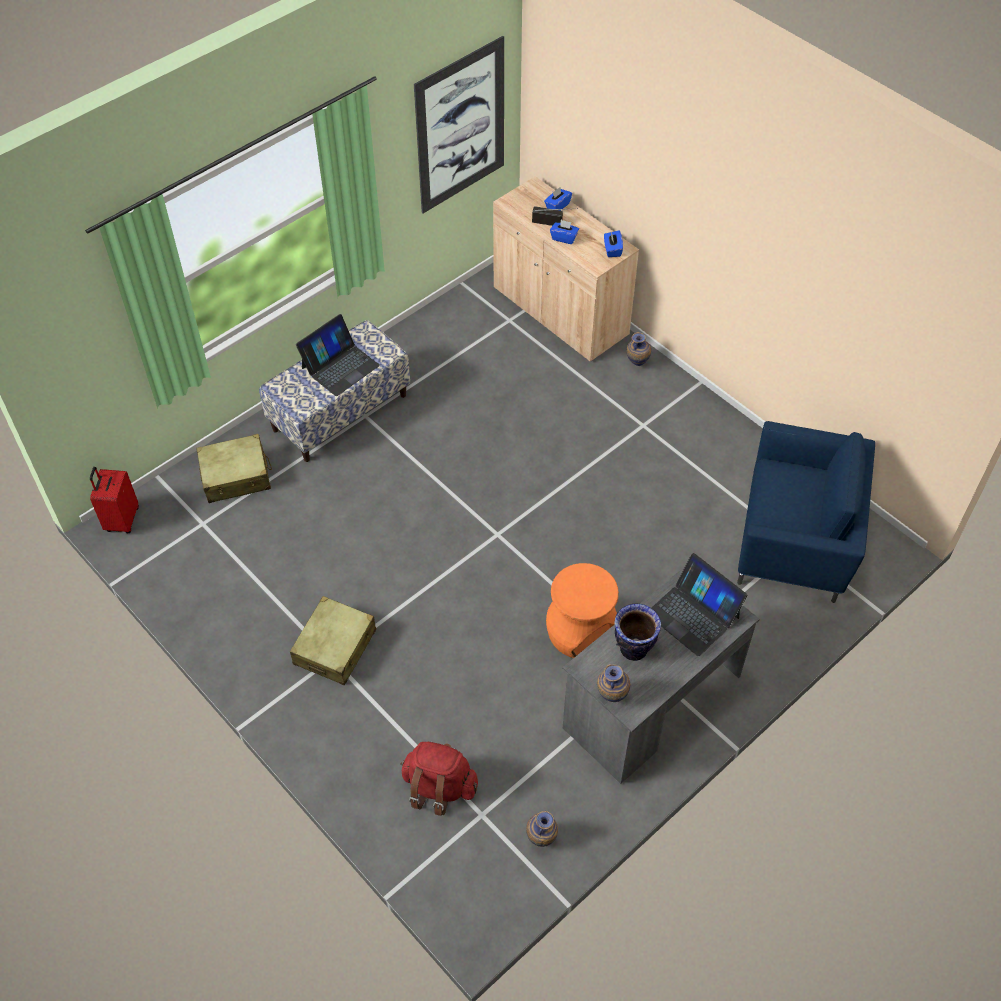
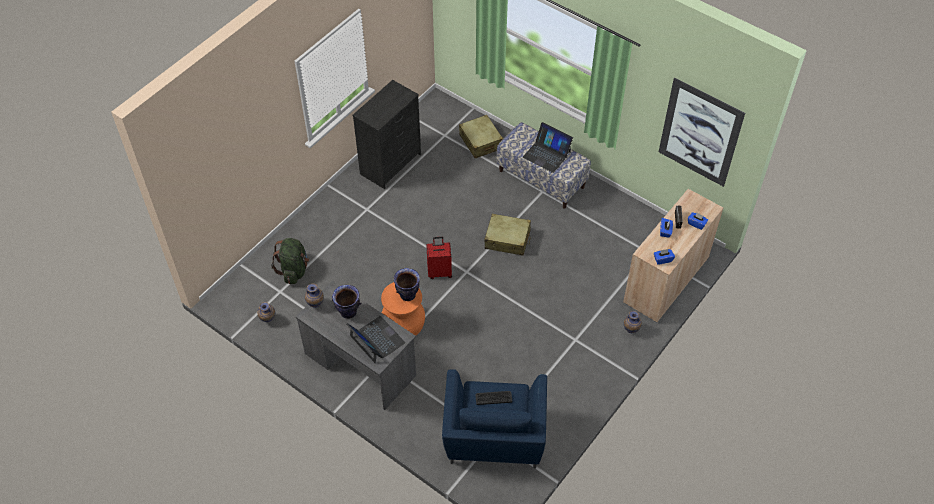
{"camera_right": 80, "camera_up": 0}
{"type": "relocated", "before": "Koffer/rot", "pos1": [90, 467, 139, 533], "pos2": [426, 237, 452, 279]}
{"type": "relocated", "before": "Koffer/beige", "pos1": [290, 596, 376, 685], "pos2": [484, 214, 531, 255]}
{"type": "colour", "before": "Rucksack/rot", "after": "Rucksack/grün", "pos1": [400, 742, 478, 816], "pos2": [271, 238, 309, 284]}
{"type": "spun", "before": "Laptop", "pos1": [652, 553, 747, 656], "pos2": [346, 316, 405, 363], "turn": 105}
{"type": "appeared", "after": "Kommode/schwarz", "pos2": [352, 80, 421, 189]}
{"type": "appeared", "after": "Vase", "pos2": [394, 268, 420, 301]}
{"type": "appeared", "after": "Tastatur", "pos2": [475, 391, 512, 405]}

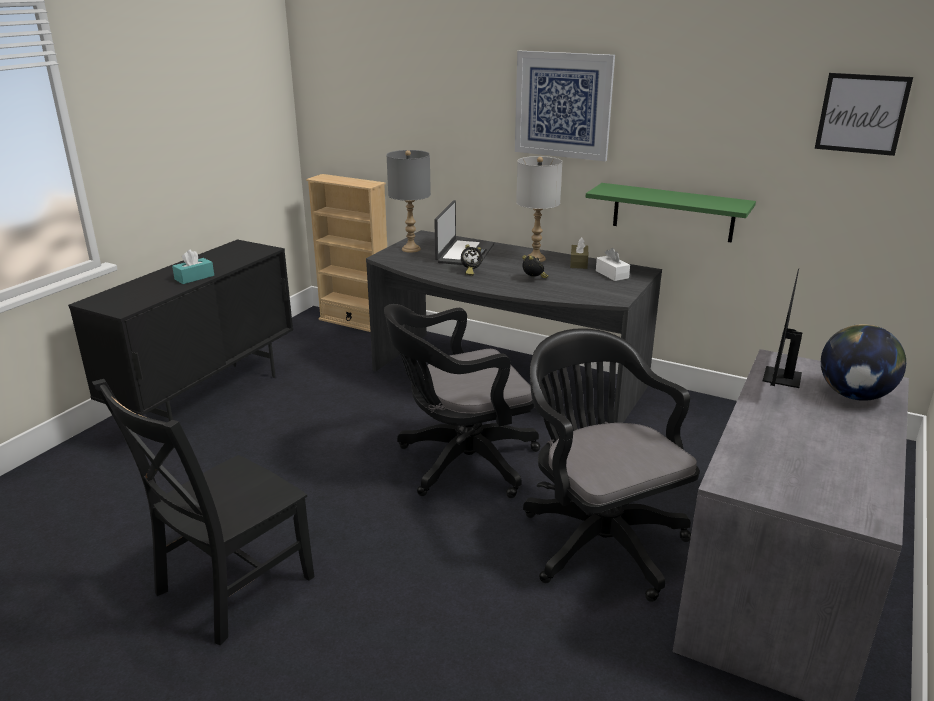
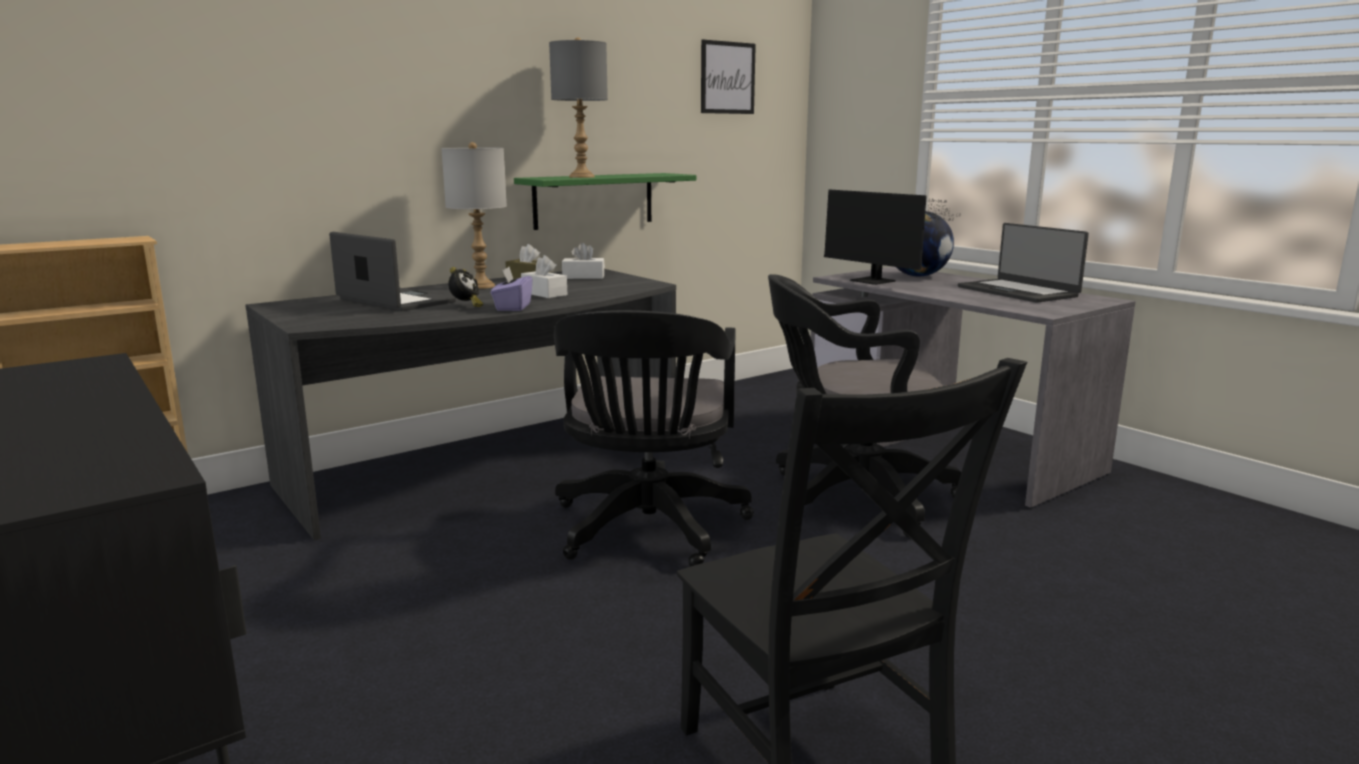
{"camera_right": -65, "camera_up": -10}
{"type": "missing", "before": "Taschentuchbox/türkis", "pos1": [172, 249, 214, 284]}
{"type": "relocated", "before": "Tischlampe/grau", "pos1": [386, 150, 431, 253], "pos2": [549, 37, 608, 178]}
{"type": "missing", "before": "Bild", "pos1": [515, 51, 615, 161]}
{"type": "exchanged", "before": "Wecker", "after": "Taschentuchbox/weiß", "pos1": [522, 255, 548, 278], "pos2": [521, 255, 567, 298]}
{"type": "appeared", "after": "Taschentuchbox/lila", "pos2": [491, 267, 533, 311]}
{"type": "appeared", "after": "Laptop", "pos2": [958, 223, 1089, 303]}

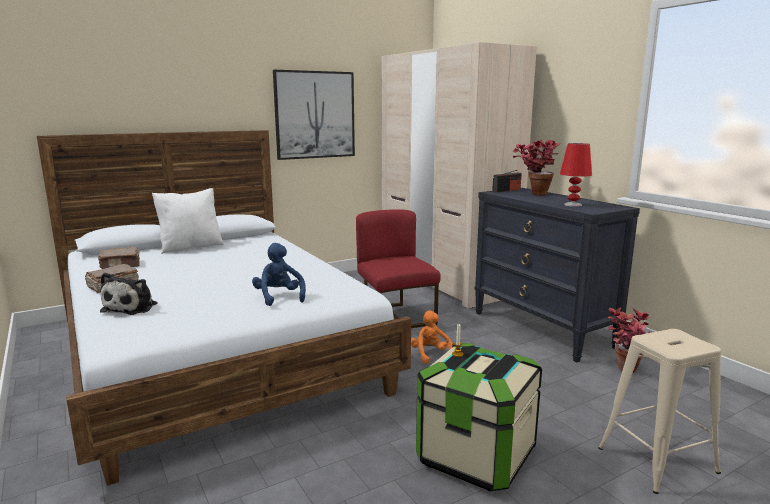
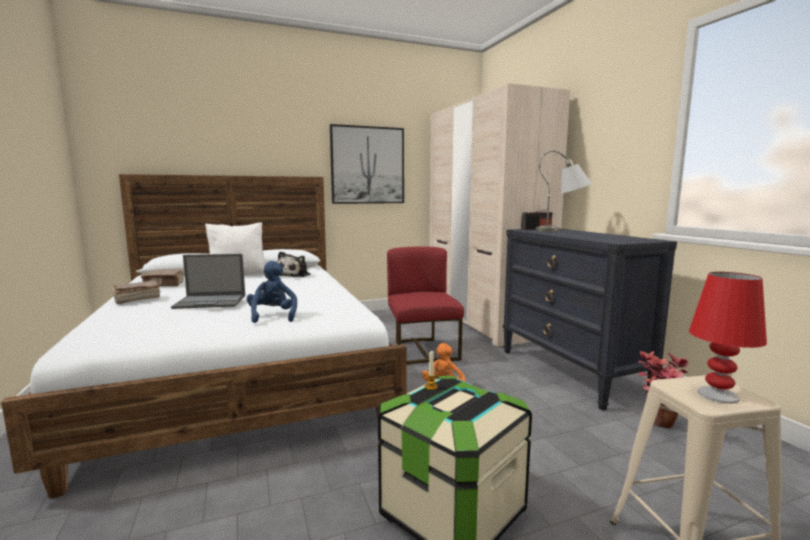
{"camera_right": 10, "camera_up": -5}
{"type": "relocated", "before": "Plüschtier", "pos1": [100, 272, 158, 315], "pos2": [277, 252, 311, 277]}
{"type": "exchanged", "before": "Topfpflanze", "after": "Tischlampe/grau", "pos1": [513, 140, 560, 196], "pos2": [536, 151, 592, 232]}
{"type": "relocated", "before": "Tischlampe/rot", "pos1": [560, 143, 592, 207], "pos2": [689, 272, 767, 404]}
{"type": "appeared", "after": "Laptop", "pos2": [171, 254, 245, 309]}

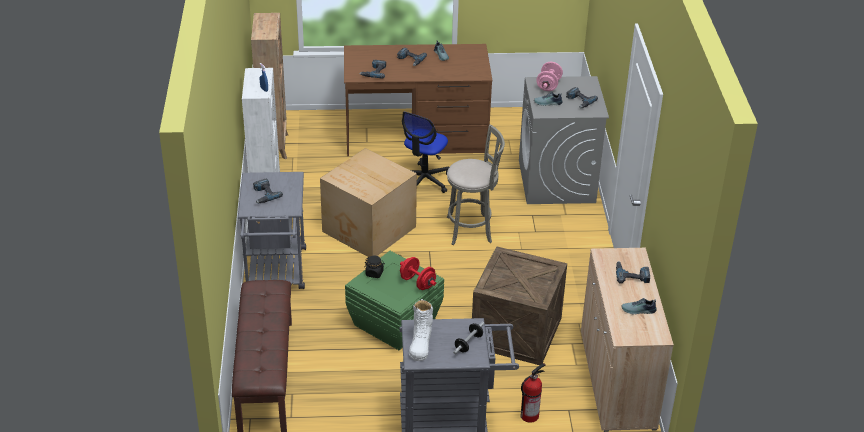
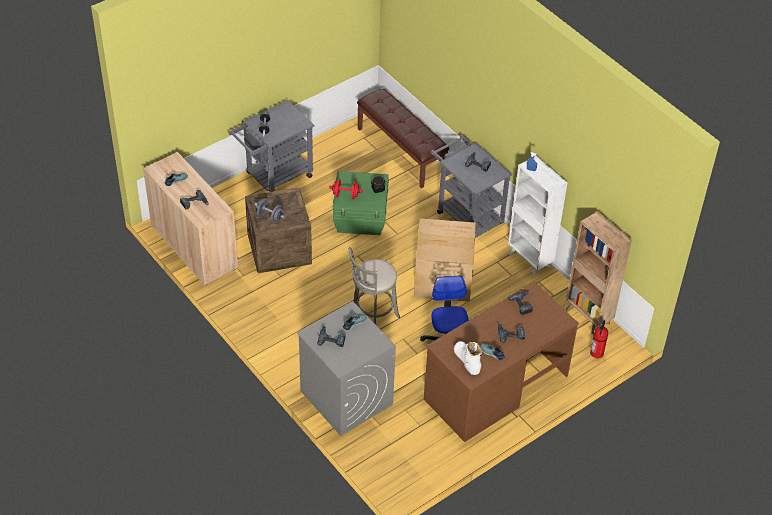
{"camera_right": 145, "camera_up": 10}
{"type": "relocated", "before": "Stiefel/weiß", "pos1": [409, 299, 433, 361], "pos2": [454, 341, 482, 375]}
{"type": "relocated", "before": "Feuerlöscher", "pos1": [520, 363, 546, 423], "pos2": [590, 320, 608, 358]}
{"type": "missing", "before": "Hantel/rosa", "pos1": [536, 62, 563, 91]}
{"type": "appeared", "after": "Hantel/grau", "pos2": [255, 198, 285, 223]}

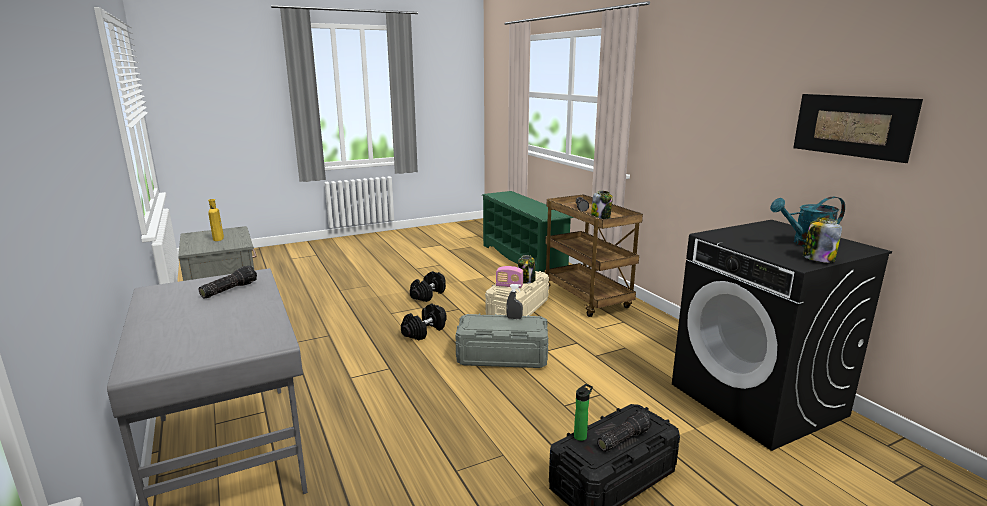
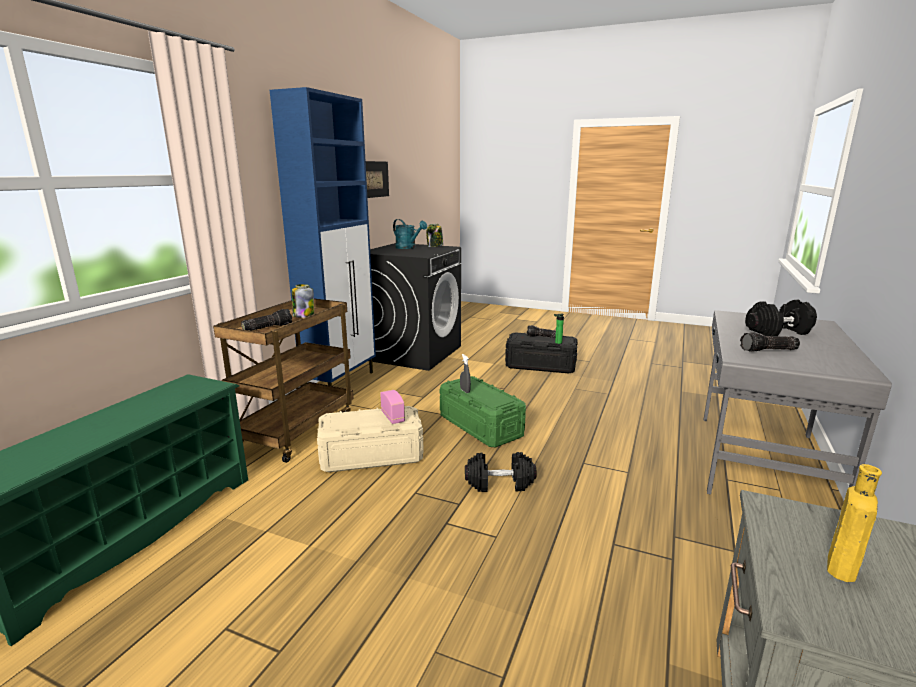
{"camera_right": -130, "camera_up": 0}
{"type": "relocated", "before": "Hantel/schwarz", "pos1": [410, 271, 446, 302], "pos2": [745, 300, 817, 336]}
{"type": "colour", "before": "Aufbewahrungsbox/grau", "after": "Aufbewahrungsbox/grün", "pos1": [455, 314, 548, 368], "pos2": [440, 376, 526, 447]}
{"type": "missing", "before": "Vorratsglas", "pos1": [518, 255, 536, 284]}
{"type": "appeared", "after": "Schrank/blau", "pos2": [270, 87, 376, 386]}

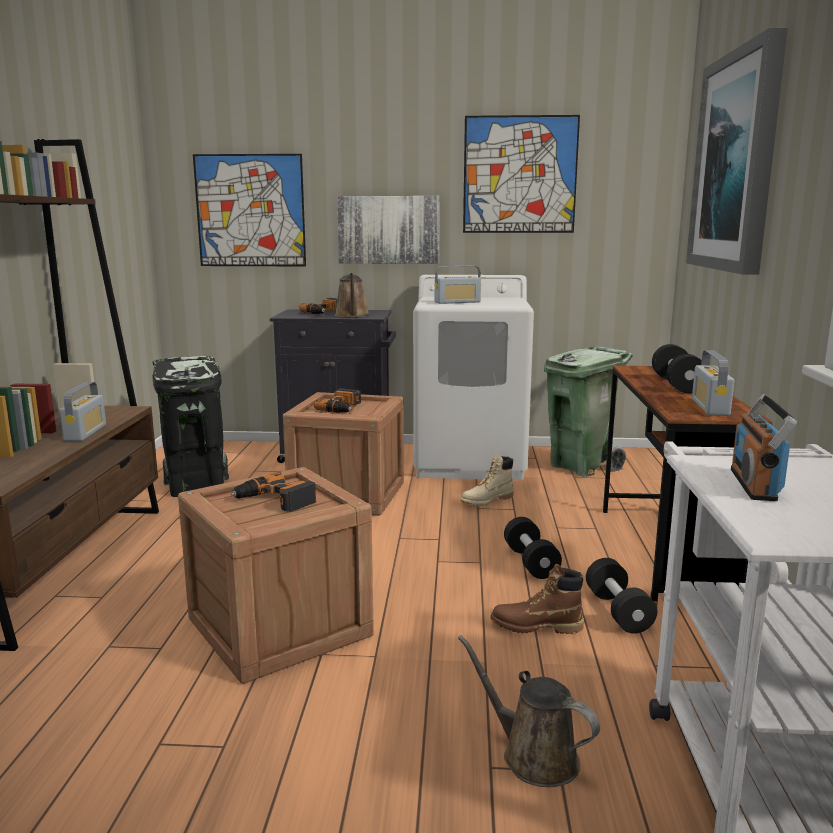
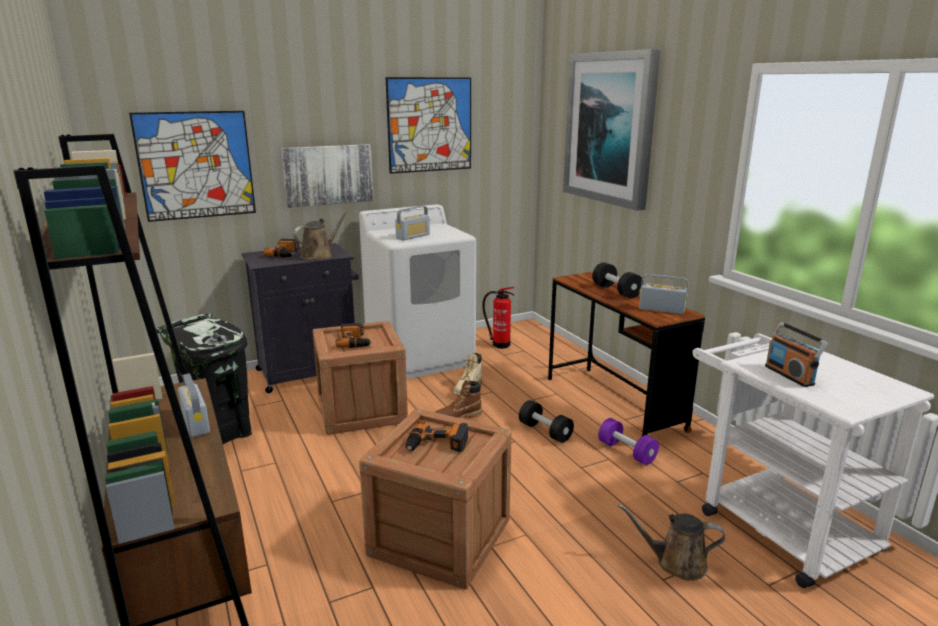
{"camera_right": -30, "camera_up": 5}
{"type": "spun", "before": "Gießkanne/braun", "pos1": [335, 273, 370, 317], "pos2": [293, 211, 348, 260], "turn": -105}
{"type": "relocated", "before": "Stiefel/braun", "pos1": [490, 564, 584, 634], "pos2": [435, 380, 482, 418]}
{"type": "exchanged", "before": "Mülleimer/grün", "after": "Feuerlöscher", "pos1": [544, 347, 633, 477], "pos2": [482, 287, 515, 349]}
{"type": "colour", "before": "Hantel/schwarz", "after": "Hantel/lila", "pos1": [586, 558, 657, 634], "pos2": [598, 418, 659, 465]}
{"type": "spun", "before": "Radio", "pos1": [692, 350, 734, 416], "pos2": [639, 274, 689, 314], "turn": 135}

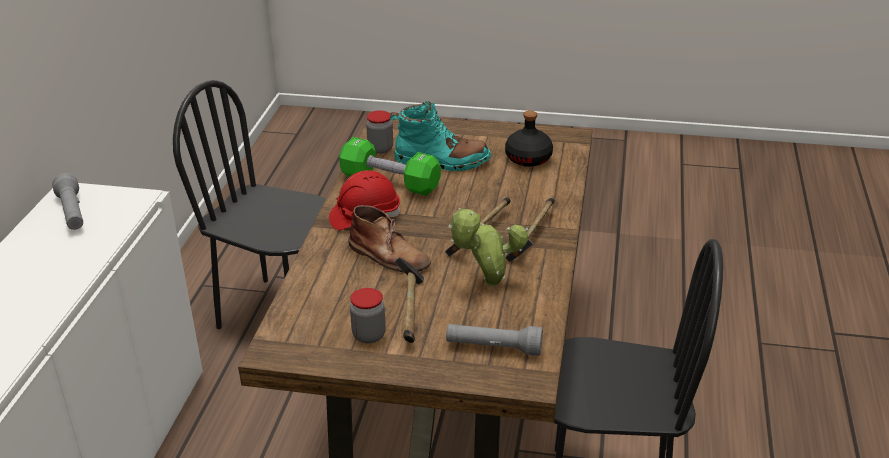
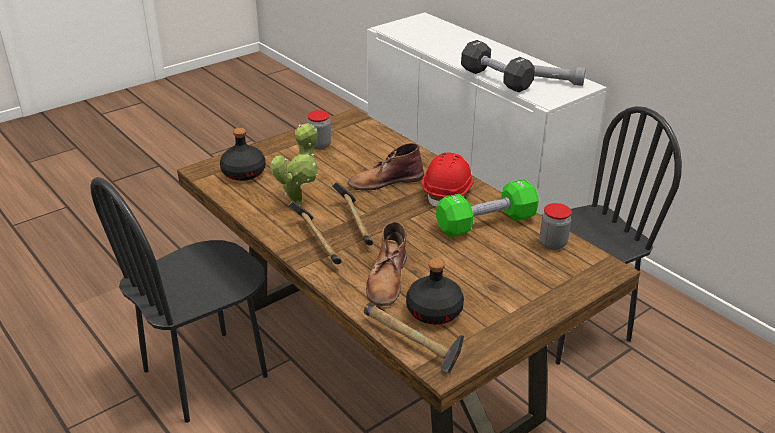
{"camera_right": 130, "camera_up": 0}
{"type": "missing", "before": "Stiefel/türkis", "pos1": [390, 100, 491, 171]}
{"type": "relocated", "before": "Hammer", "pos1": [394, 257, 424, 343], "pos2": [364, 303, 464, 373]}
{"type": "exchanged", "before": "Taschenlampe/grau", "after": "Flasche/schwarz", "pos1": [446, 324, 543, 356], "pos2": [220, 128, 266, 181]}
{"type": "appeared", "after": "Stiefel/braun", "pos2": [366, 221, 407, 306]}
{"type": "appeared", "after": "Hantel/schwarz", "pos2": [461, 40, 535, 92]}

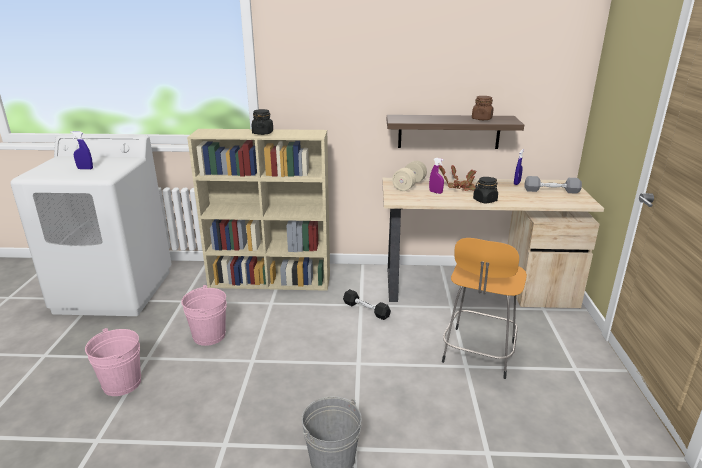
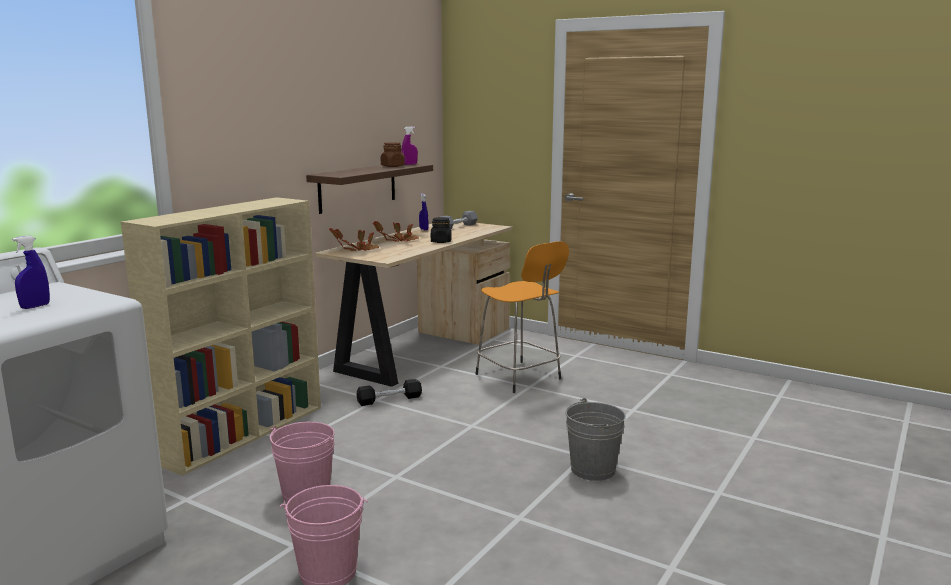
{"camera_right": -60, "camera_up": -10}
{"type": "missing", "before": "Vorratsglas/schwarz", "pos1": [252, 109, 273, 135]}
{"type": "exchanged", "before": "Hantel/beige", "after": "Topfpflanze", "pos1": [392, 161, 427, 191], "pos2": [329, 228, 379, 251]}
{"type": "relocated", "before": "Sprühflasche/lila", "pos1": [429, 158, 444, 194], "pos2": [402, 127, 418, 165]}

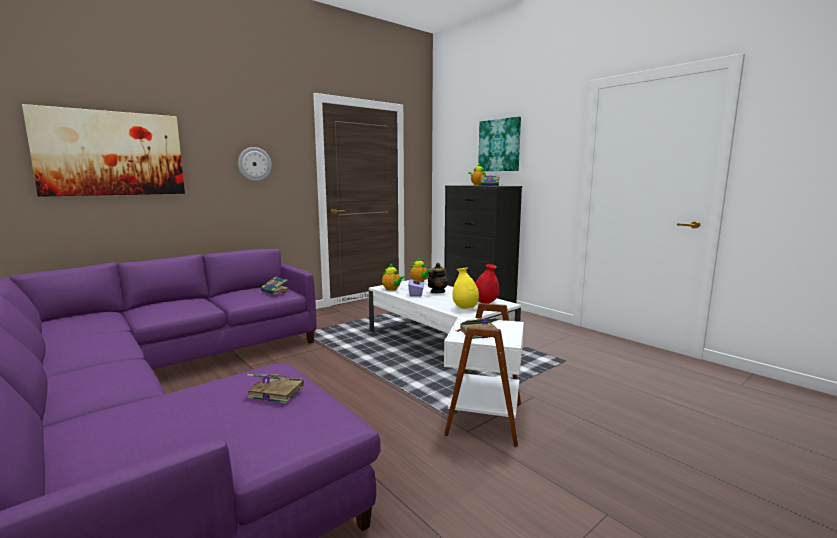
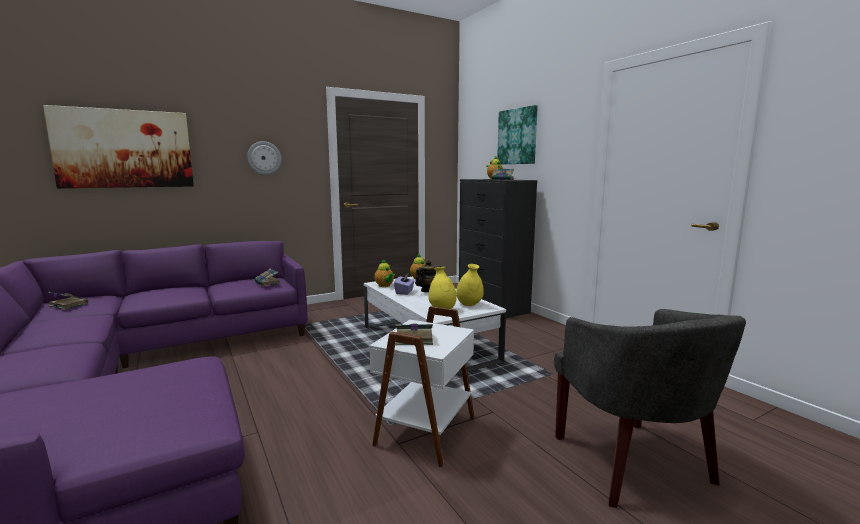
{"camera_right": 10, "camera_up": 0}
{"type": "relocated", "before": "Buch", "pos1": [247, 374, 304, 403], "pos2": [48, 292, 88, 310]}
{"type": "colour", "before": "Vase/rot", "after": "Vase/gelb", "pos1": [475, 264, 499, 304], "pos2": [456, 264, 484, 306]}
{"type": "appeared", "after": "Sessel/grau", "pos2": [554, 309, 746, 508]}

